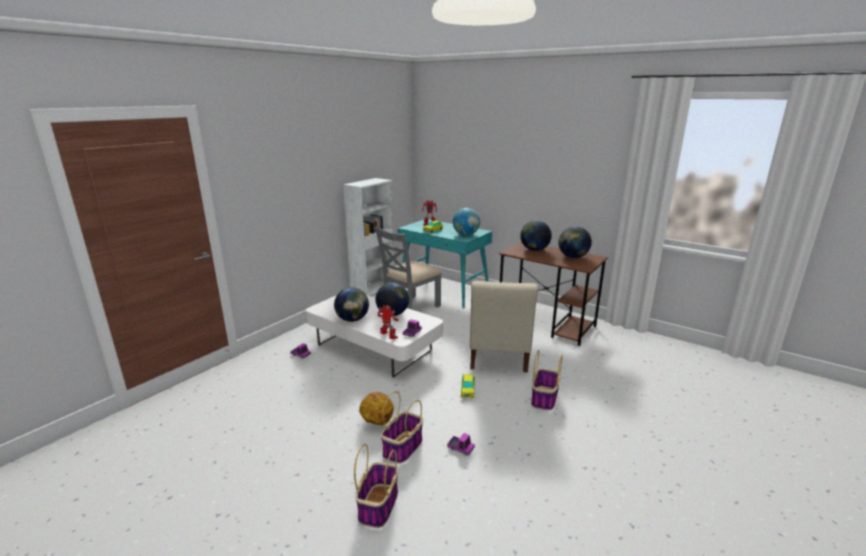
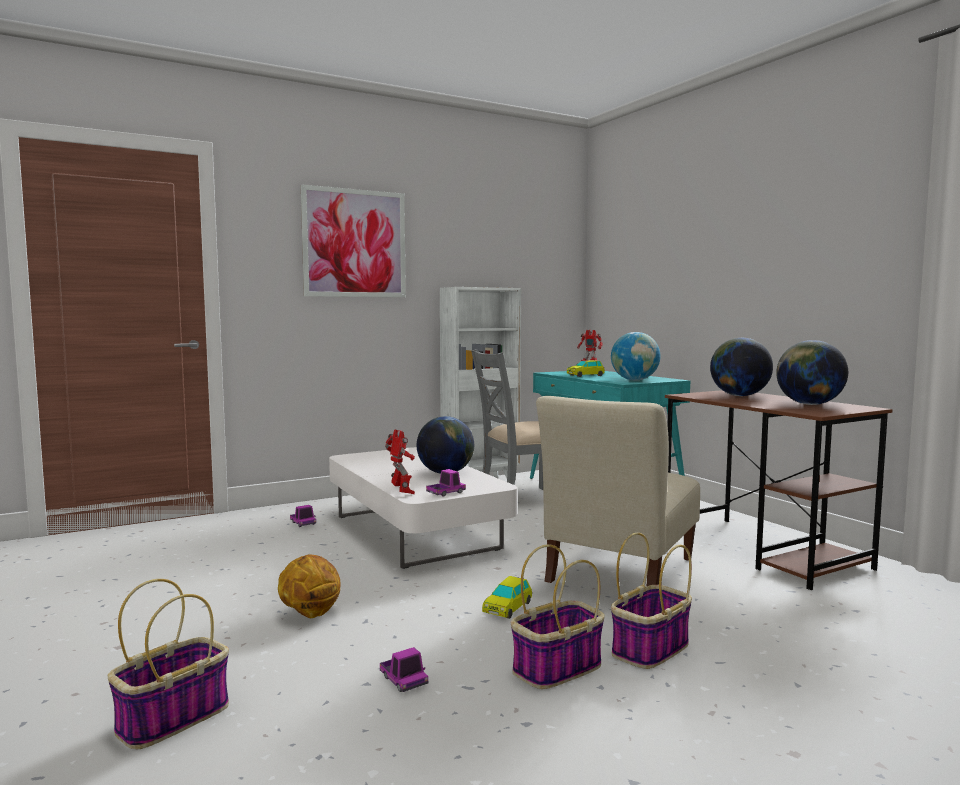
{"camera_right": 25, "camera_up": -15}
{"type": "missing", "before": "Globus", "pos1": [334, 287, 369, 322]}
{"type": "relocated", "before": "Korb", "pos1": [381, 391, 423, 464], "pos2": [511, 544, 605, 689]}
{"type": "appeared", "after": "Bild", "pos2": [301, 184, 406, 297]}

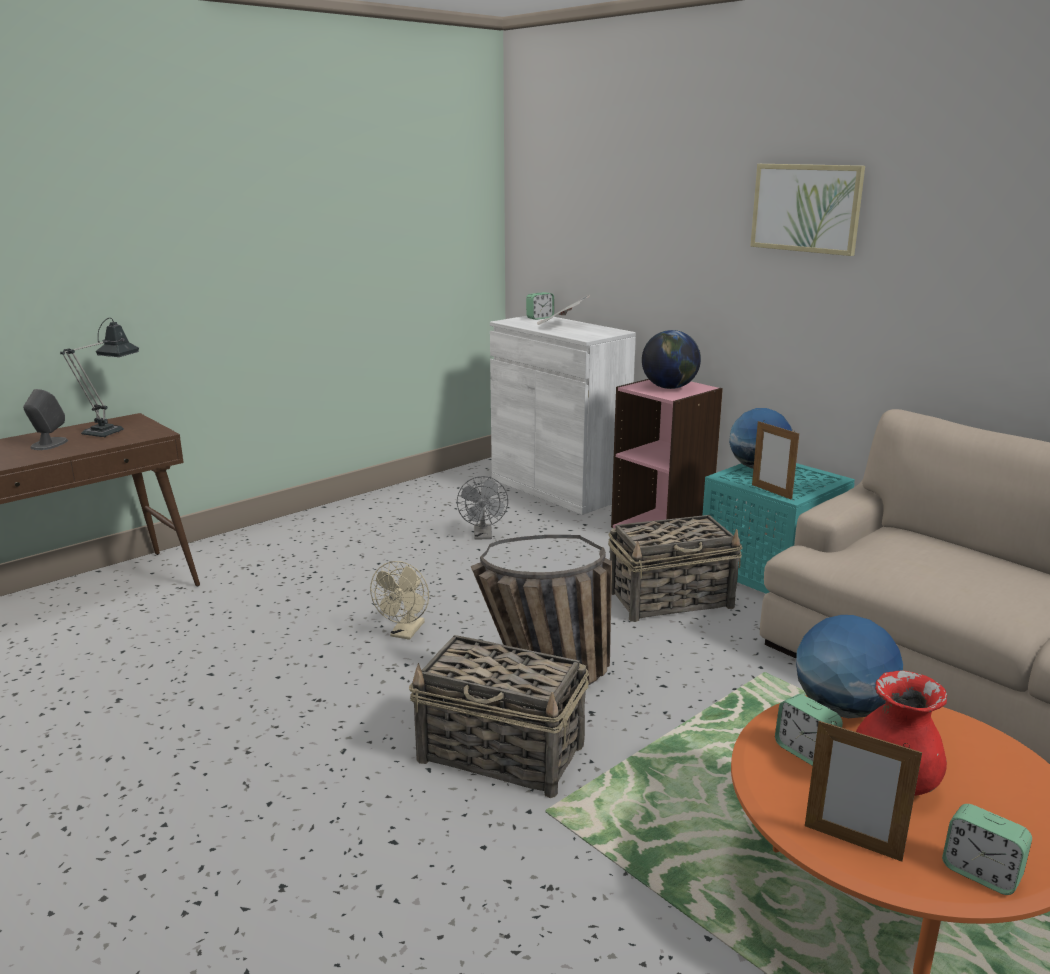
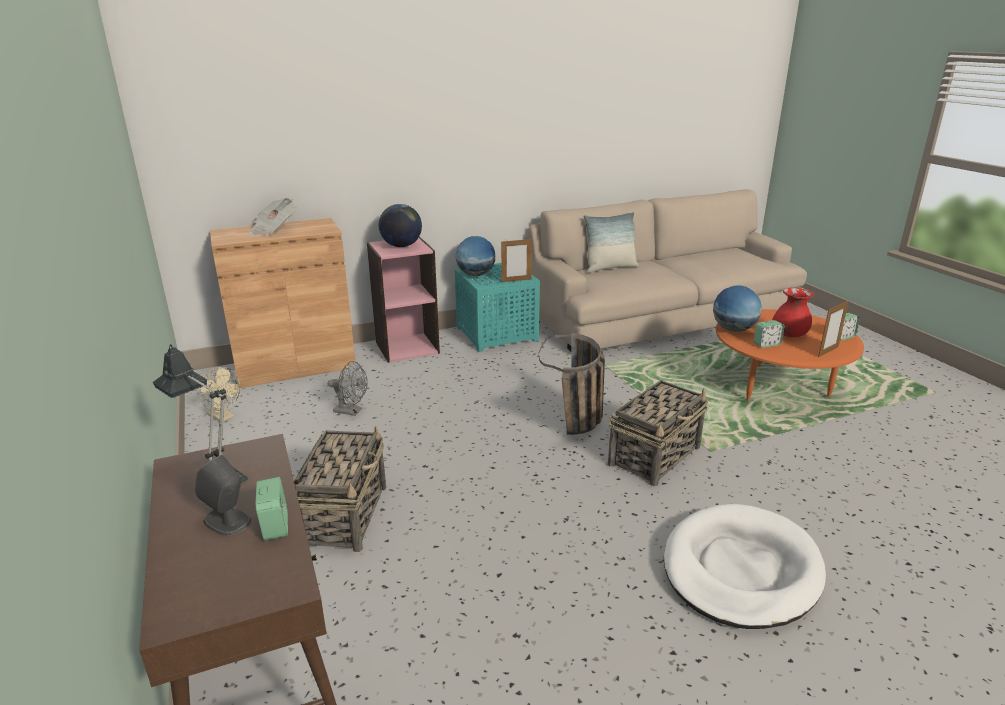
{"camera_right": -70, "camera_up": 5}
{"type": "relocated", "before": "Ventilator/beige", "pos1": [370, 561, 429, 640], "pos2": [198, 367, 240, 421]}
{"type": "colour", "before": "Schrank/weiß", "after": "Schrank/braun", "pos1": [490, 316, 636, 515], "pos2": [210, 218, 355, 388]}
{"type": "relocated", "before": "Wecker", "pos1": [526, 292, 554, 320], "pos2": [255, 477, 288, 540]}
{"type": "relocated", "before": "Korb", "pos1": [608, 515, 742, 622], "pos2": [295, 426, 386, 552]}
{"type": "missing", "before": "Bild", "pos1": [750, 164, 865, 256]}
{"type": "appeared", "after": "Kissen", "pos2": [584, 212, 639, 273]}
{"type": "appeared", "after": "Hundebett/weiß", "pos2": [664, 504, 826, 629]}

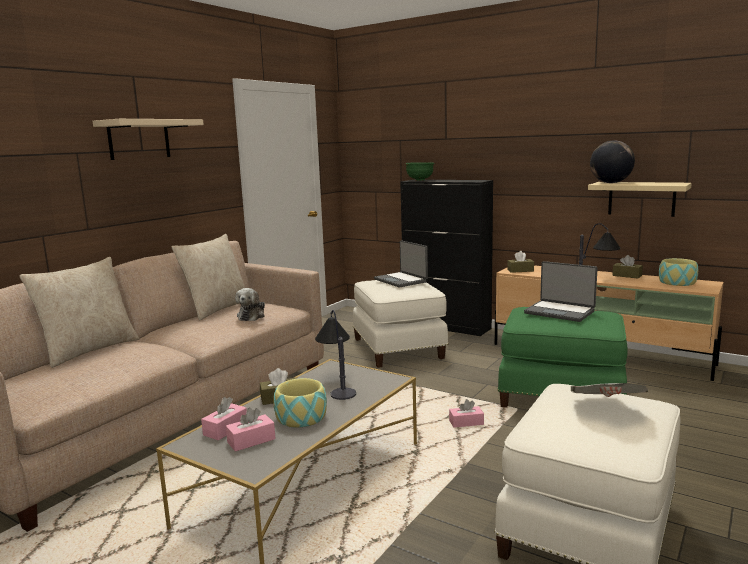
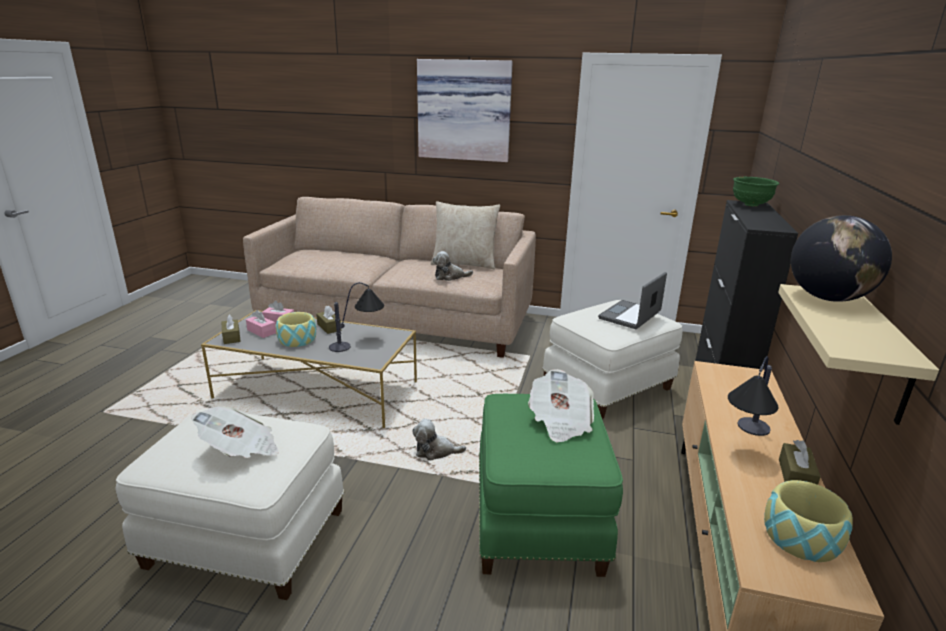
{"camera_right": 70, "camera_up": 10}
{"type": "missing", "before": "Kissen/beige", "pos1": [19, 257, 140, 368]}
{"type": "exchanged", "before": "Wandregal/beige", "after": "Bild", "pos1": [92, 119, 204, 160], "pos2": [417, 59, 513, 162]}
{"type": "exchanged", "before": "Taschentuchbox/rosa", "after": "Plüschtier", "pos1": [449, 399, 484, 428], "pos2": [413, 419, 466, 460]}
{"type": "relocated", "before": "Taschentuchbox/braun", "pos1": [507, 251, 534, 273], "pos2": [222, 314, 241, 344]}
{"type": "exchanged", "before": "Laptop", "after": "Zeitung", "pos1": [524, 261, 598, 322], "pos2": [528, 369, 594, 442]}

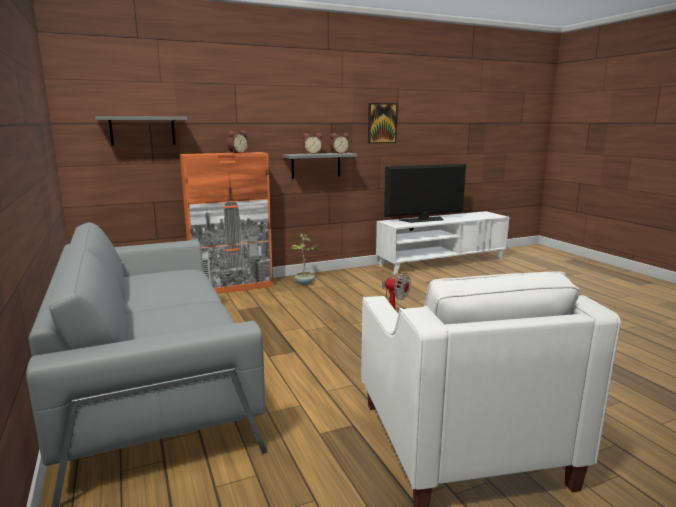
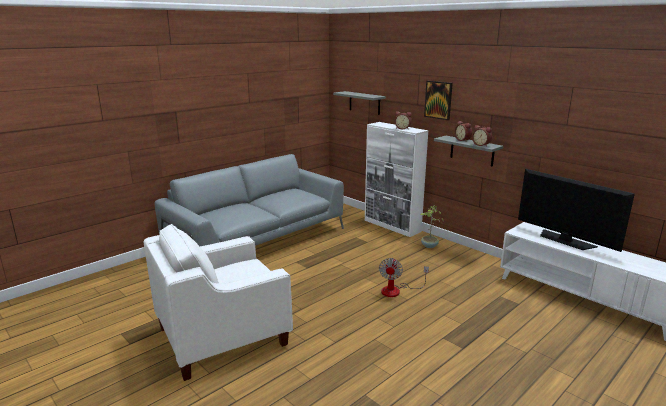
{"camera_right": 70, "camera_up": 5}
{"type": "colour", "before": "Schrank/orange", "after": "Schrank/weiß", "pos1": [180, 152, 273, 294], "pos2": [365, 122, 429, 237]}
{"type": "relocated", "before": "Bild", "pos1": [368, 103, 398, 144], "pos2": [424, 81, 453, 120]}

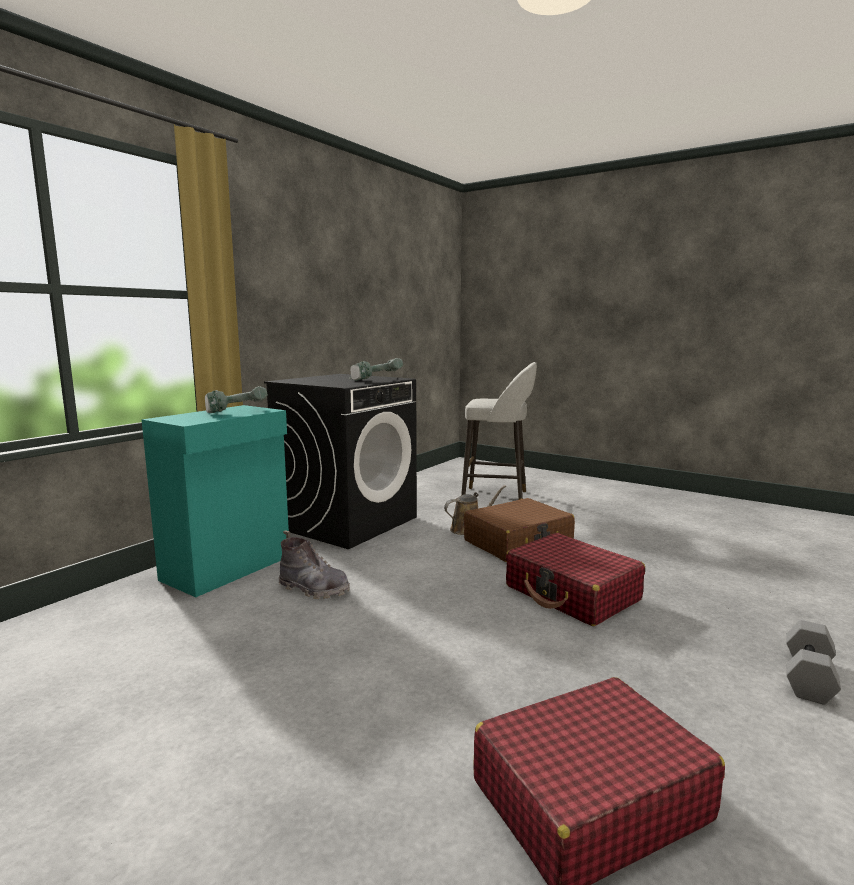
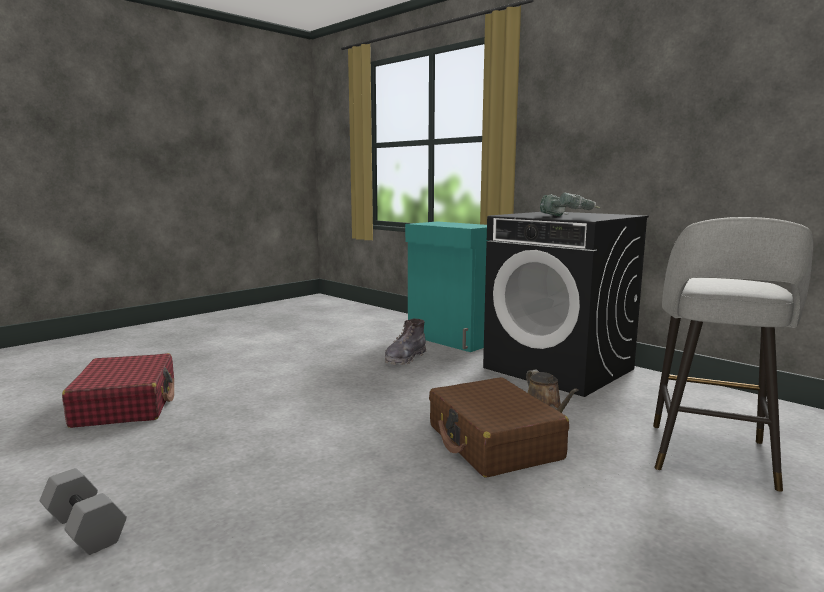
{"camera_right": 100, "camera_up": 0}
{"type": "missing", "before": "Bohrmaschine", "pos1": [205, 386, 268, 413]}
{"type": "missing", "before": "Koffer/rot", "pos1": [505, 533, 645, 626]}

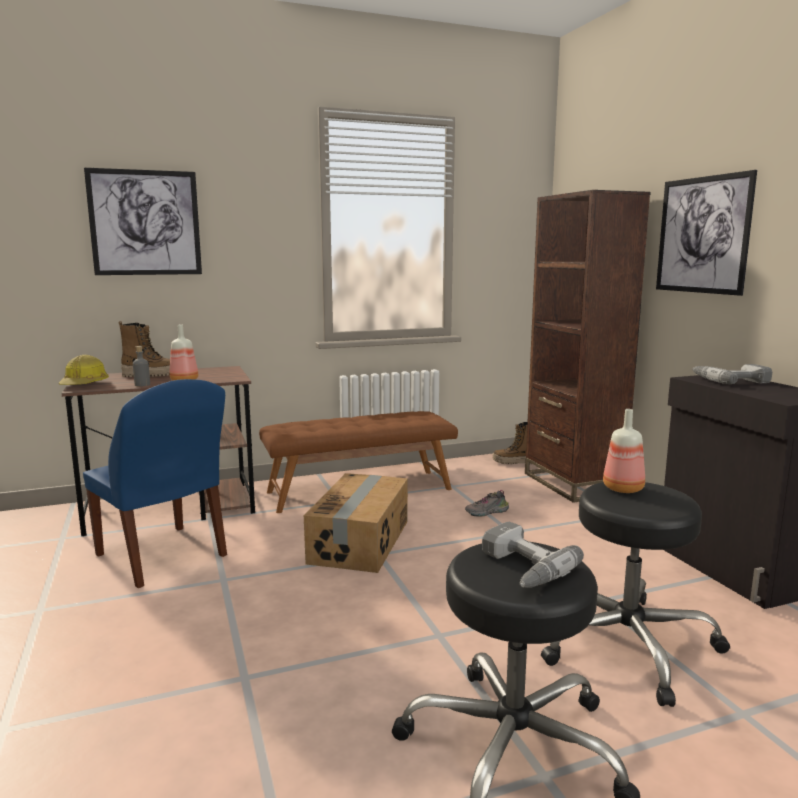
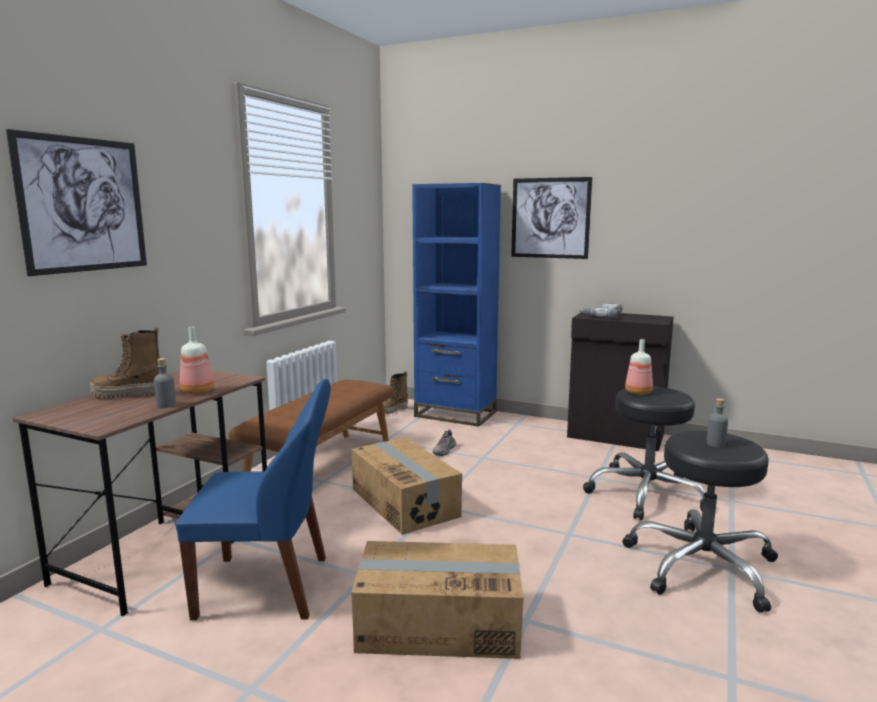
{"camera_right": -45, "camera_up": 0}
{"type": "missing", "before": "Schutzhelm", "pos1": [58, 355, 109, 385]}
{"type": "spun", "before": "Stiefel", "pos1": [119, 321, 170, 377], "pos2": [90, 327, 160, 398], "turn": -135}
{"type": "exchanged", "before": "Bohrmaschine", "after": "Flasche/grau", "pos1": [482, 522, 584, 588], "pos2": [707, 398, 728, 448]}
{"type": "colour", "before": "Bücherregal/braun", "after": "Bücherregal/blau", "pos1": [525, 190, 651, 503], "pos2": [412, 183, 501, 426]}
{"type": "appeared", "after": "Karton", "pos2": [351, 541, 524, 659]}

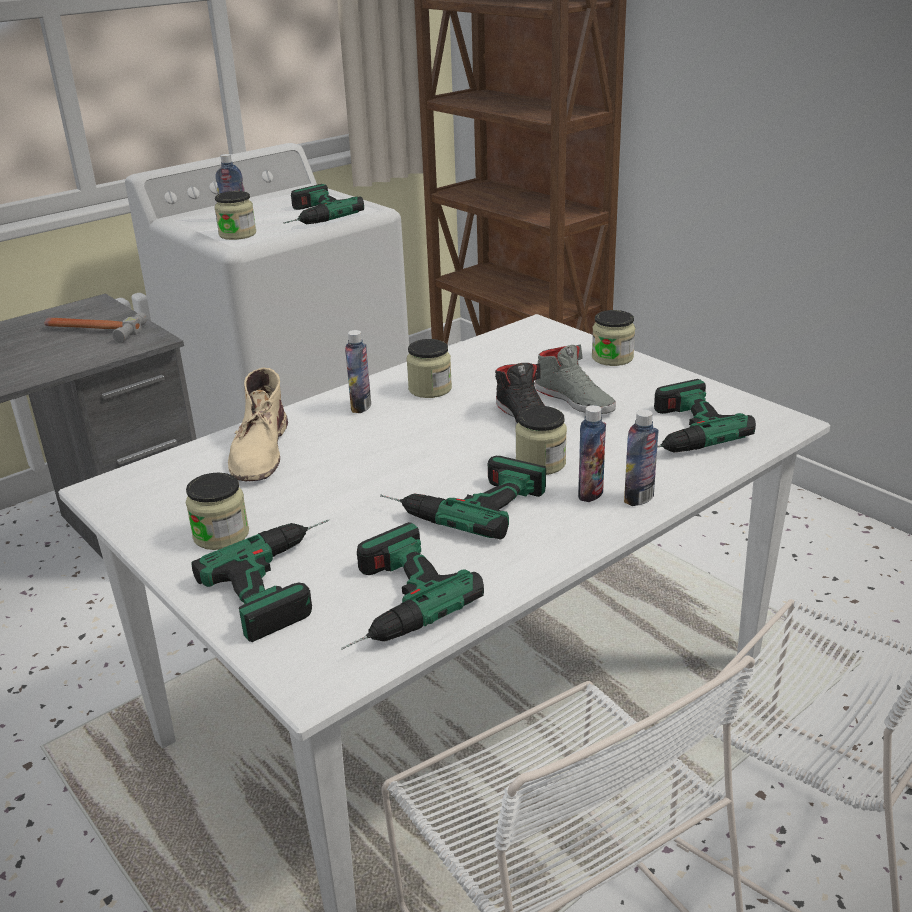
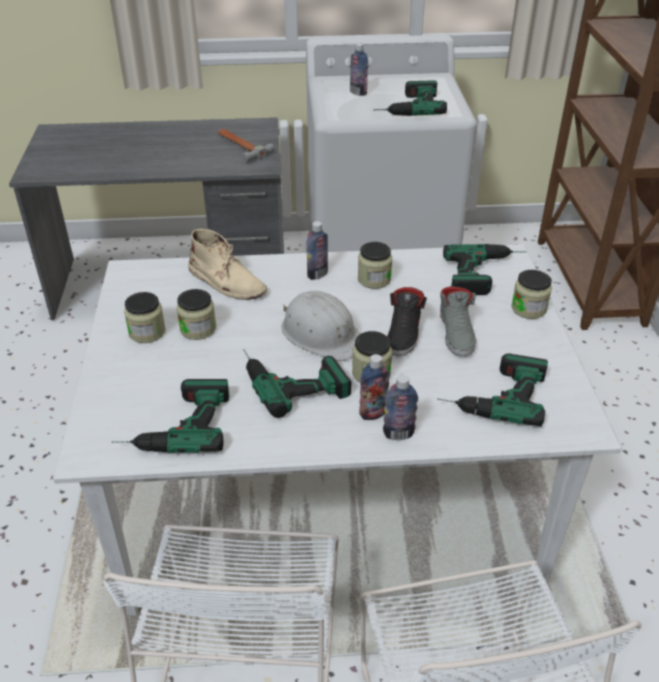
{"camera_right": 35, "camera_up": 10}
{"type": "relocated", "before": "Bohrmaschine", "pos1": [192, 520, 329, 642], "pos2": [443, 244, 526, 295]}
{"type": "relocated", "before": "Vorratsglas", "pos1": [214, 191, 256, 240], "pos2": [177, 289, 216, 340]}
{"type": "spun", "before": "Stiefel/beige", "pos1": [228, 368, 288, 481], "pos2": [188, 229, 267, 300], "turn": -90}
{"type": "appeared", "after": "Schutzhelm/weiß", "pos2": [282, 291, 361, 361]}

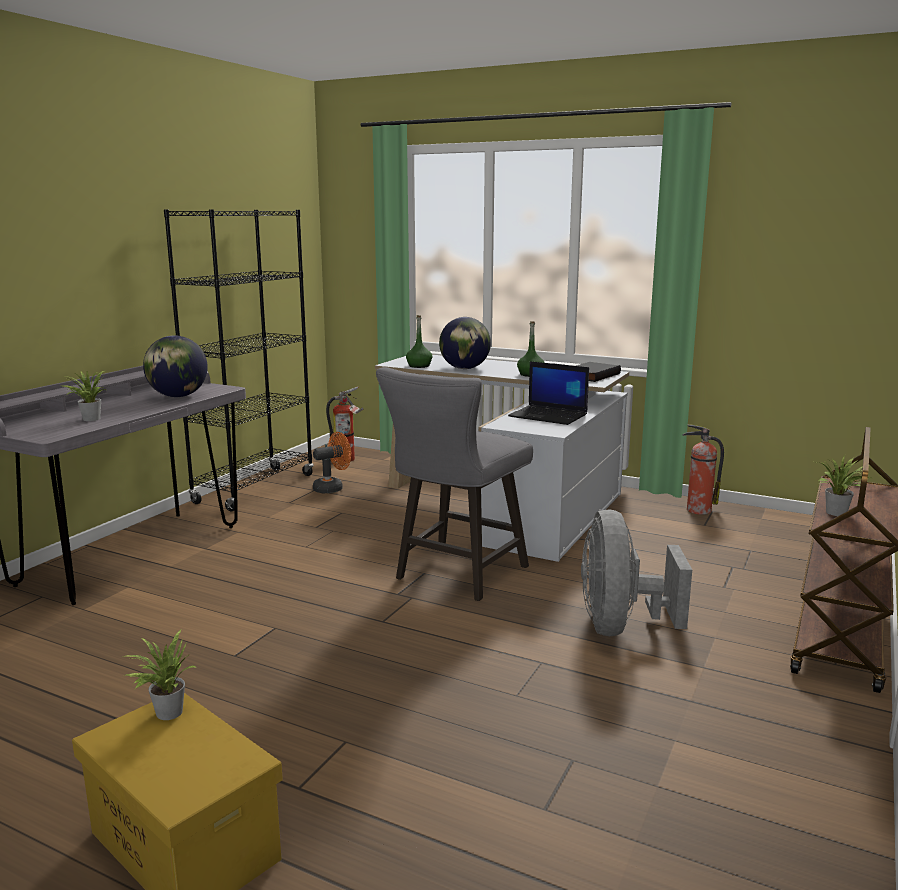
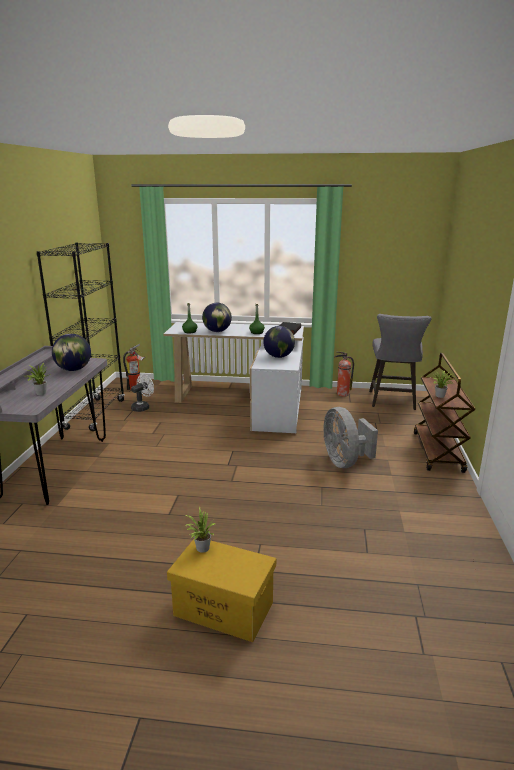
{"camera_right": -20, "camera_up": 5}
{"type": "colour", "before": "Ventilator/orange", "after": "Ventilator/weiß", "pos1": [313, 432, 351, 493], "pos2": [131, 374, 154, 412]}
{"type": "relocated", "before": "Hocker/grau", "pos1": [376, 367, 533, 601], "pos2": [369, 314, 432, 410]}
{"type": "exchanged", "before": "Laptop", "after": "Globus", "pos1": [508, 361, 589, 425], "pos2": [263, 326, 295, 358]}

